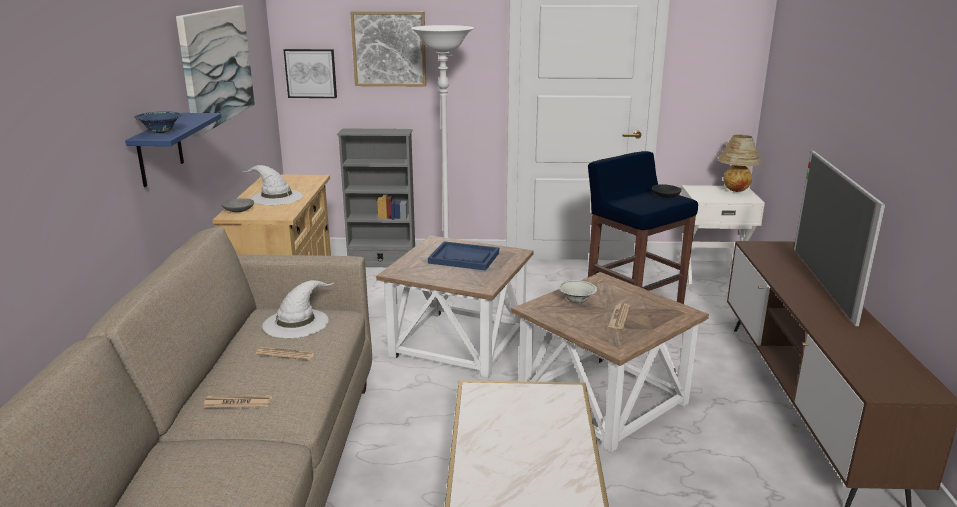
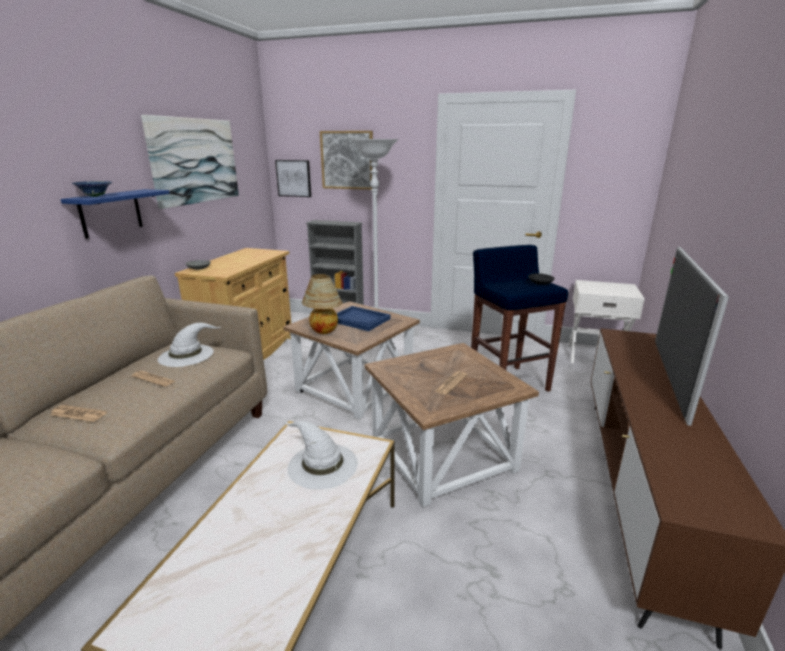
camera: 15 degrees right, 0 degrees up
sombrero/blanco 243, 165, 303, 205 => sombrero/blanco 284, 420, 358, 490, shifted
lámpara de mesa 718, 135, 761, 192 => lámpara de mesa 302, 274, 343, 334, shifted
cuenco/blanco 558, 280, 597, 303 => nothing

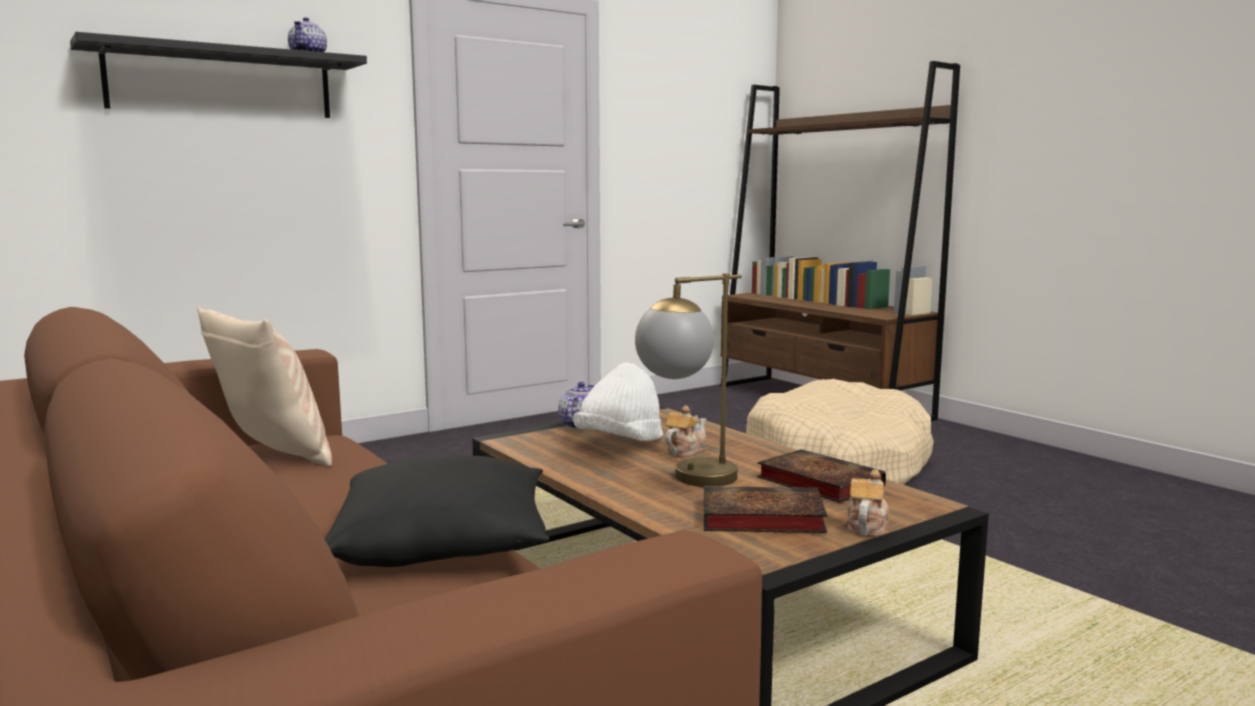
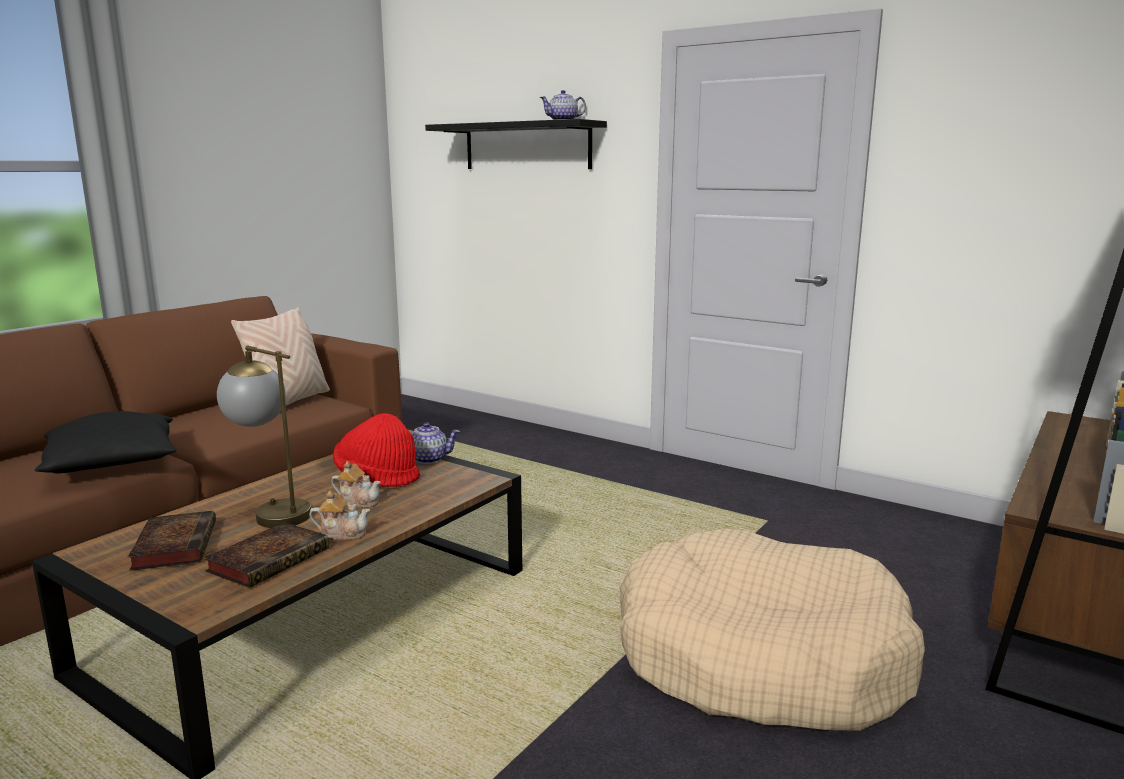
camera: 70 degrees right, 5 degrees up
tetera 844, 469, 889, 537 => tetera 310, 490, 370, 540, shifted
sombrero/blanco 572, 363, 663, 441 => sombrero/rojo 333, 413, 420, 487

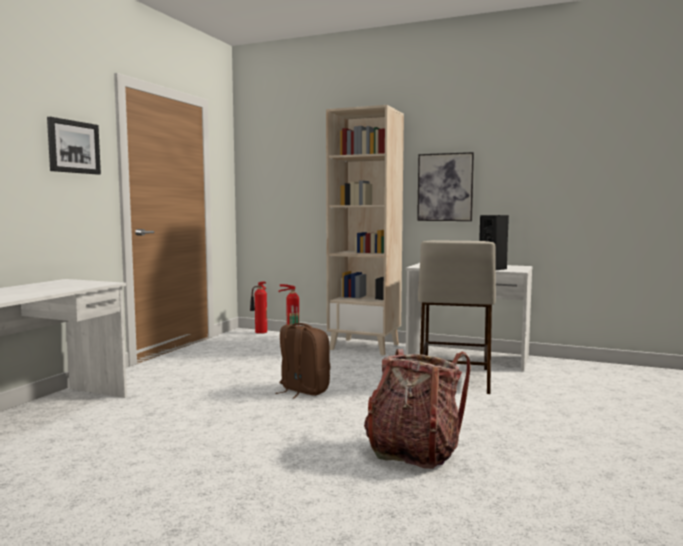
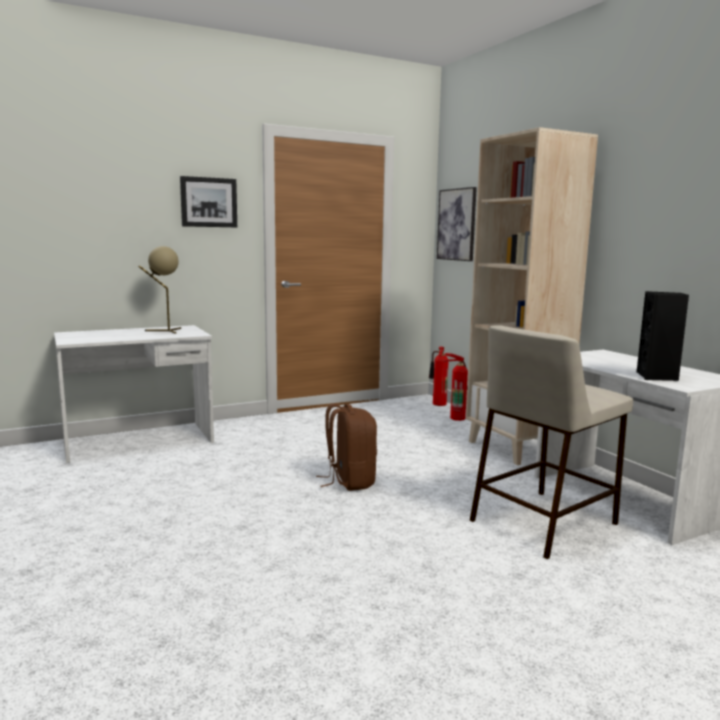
camera: 40 degrees right, 5 degrees up
nothing => lámpara de mesa/beis 139, 246, 181, 334
cuadro 417, 152, 474, 221 => cuadro 437, 187, 477, 261, shifted
mochila 364, 349, 471, 469 => nothing

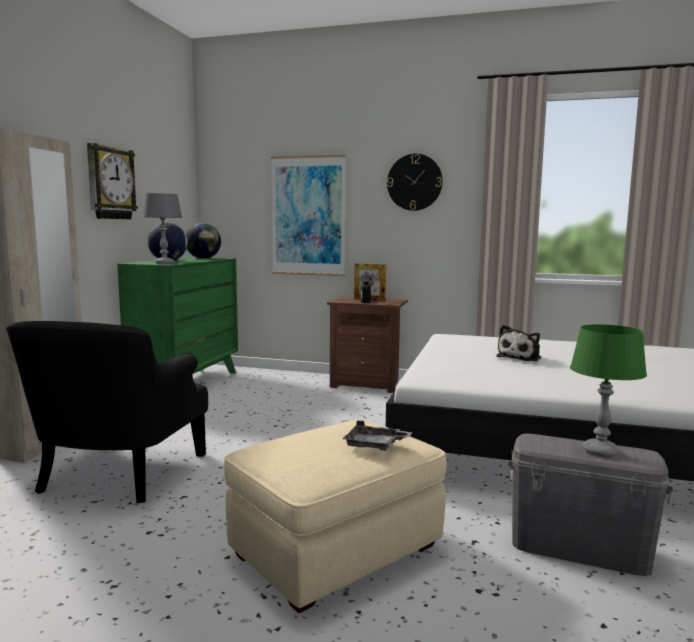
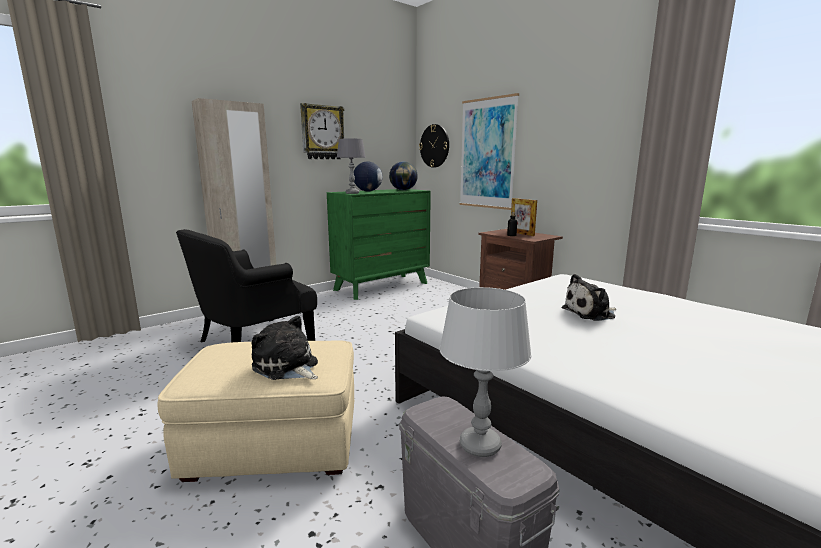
camera: 35 degrees right, 5 degrees up
bandeja/gris 343, 421, 412, 451 => peluche 252, 316, 318, 380
reloj de pared 387, 154, 443, 211 => reloj de pared 419, 124, 449, 168, shifted
lámpara de mesa/verde 570, 324, 647, 457 => lámpara de mesa/gris 439, 287, 532, 457

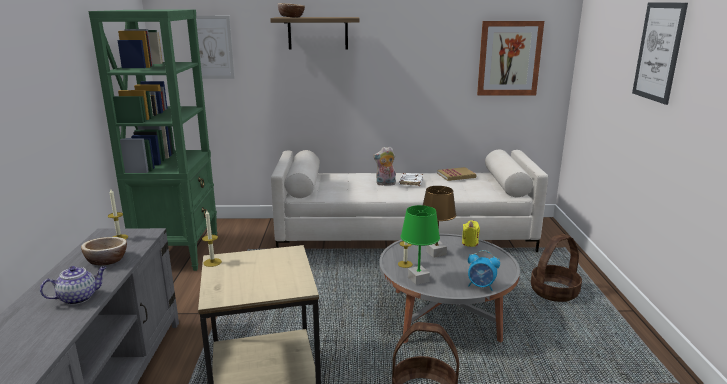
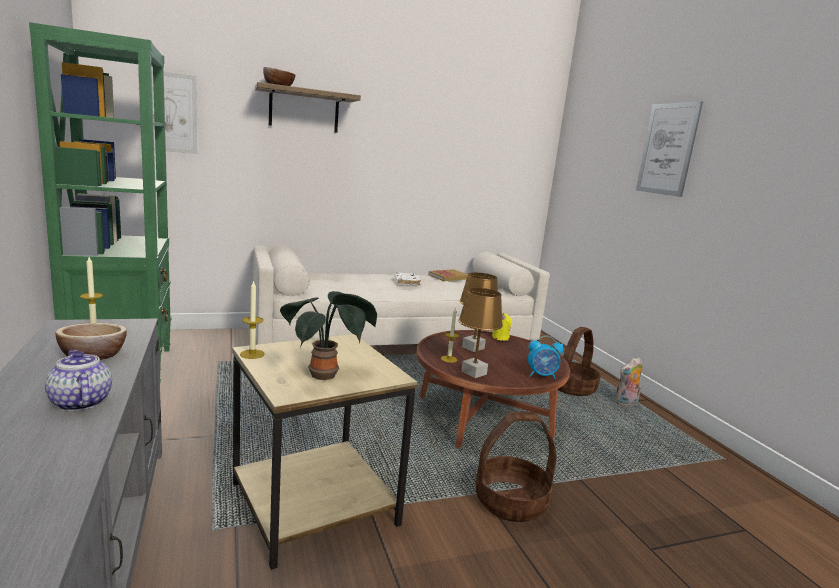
camera: 20 degrees left, 5 degrees down
tetera 40, 266, 107, 305 => tetera 45, 349, 112, 411, 75 degrees counterclockwise
nothing => planta en maceta 280, 291, 377, 380
mesa de centro/gris 379, 234, 520, 343 => mesa de centro/marrón 416, 330, 570, 448
lámpara de mesa/verde 401, 205, 440, 285 => lámpara de mesa/marrón 459, 288, 503, 378
peluche 373, 147, 396, 186 => peluche 615, 357, 642, 406, shifted
cuadro 477, 21, 544, 95 => nothing

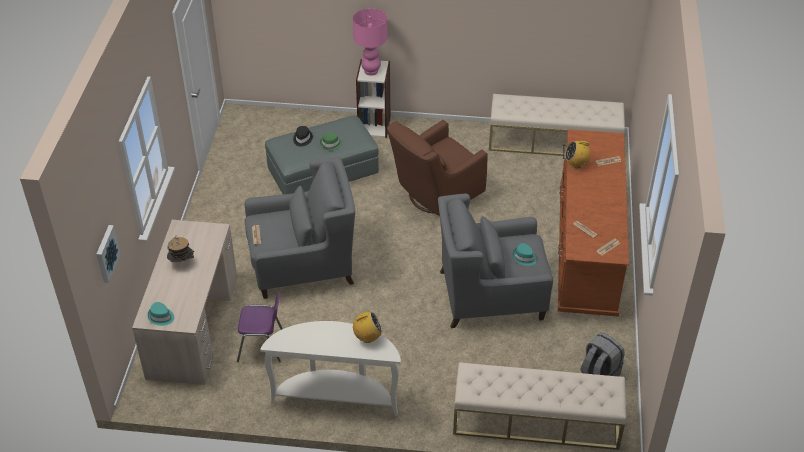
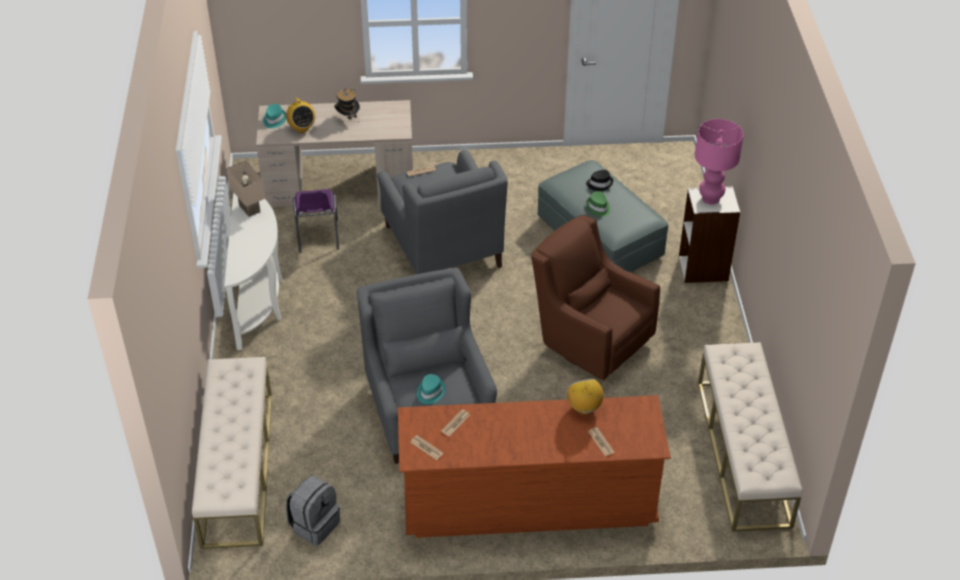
camera: 80 degrees right, 0 degrees up
nothing => lámpara de mesa/beis 226, 161, 265, 217
radio 353, 312, 383, 343 => radio 286, 97, 315, 133, shifted
cuadro 96, 225, 121, 283 => nothing

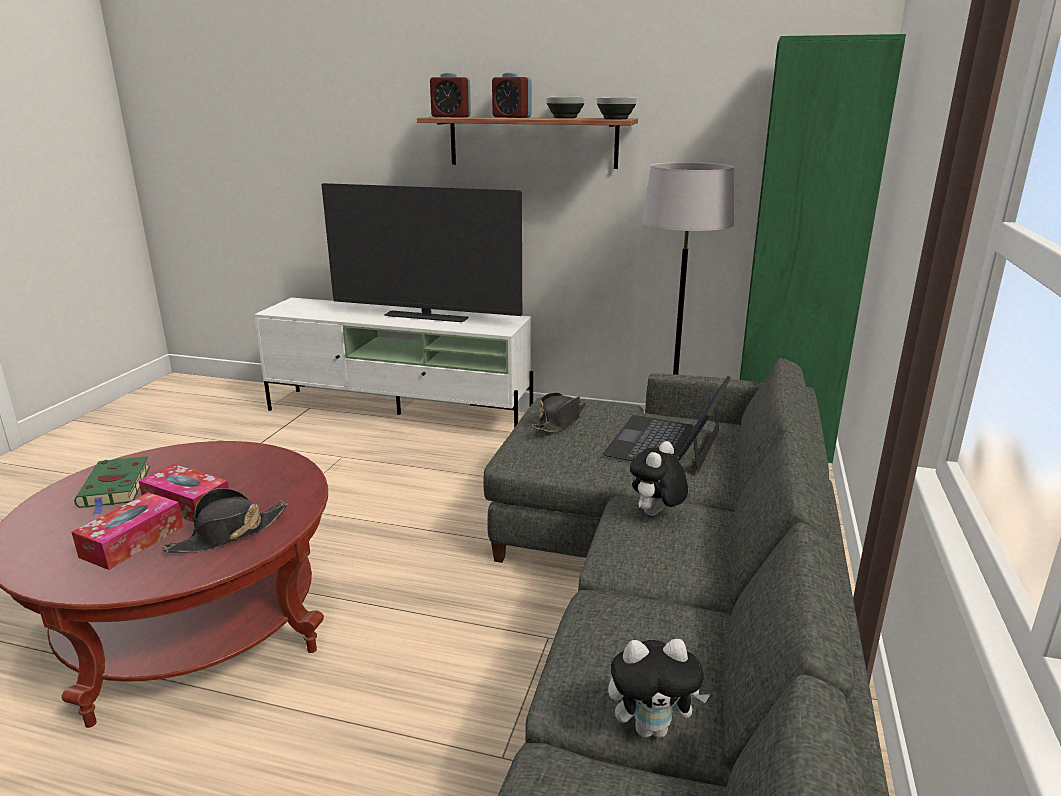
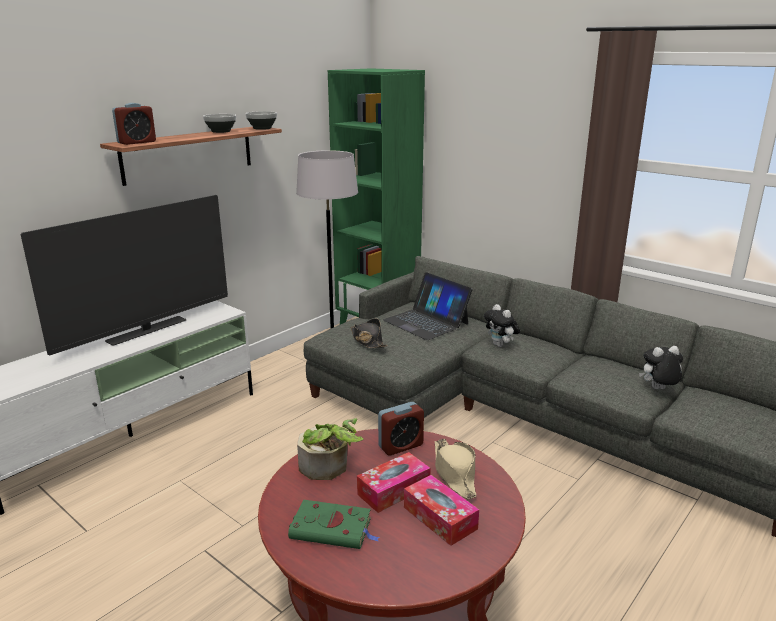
camera: 65 degrees left, 0 degrees up
nothing => planta en maceta 297, 418, 364, 480
despertador 492, 73, 531, 118 => despertador 378, 402, 424, 456, shifted
sombrero/negro 162, 488, 288, 553 => sombrero/beis 435, 439, 477, 499
peluche 608, 639, 710, 738 => peluche 639, 346, 683, 389, 120 degrees counterclockwise

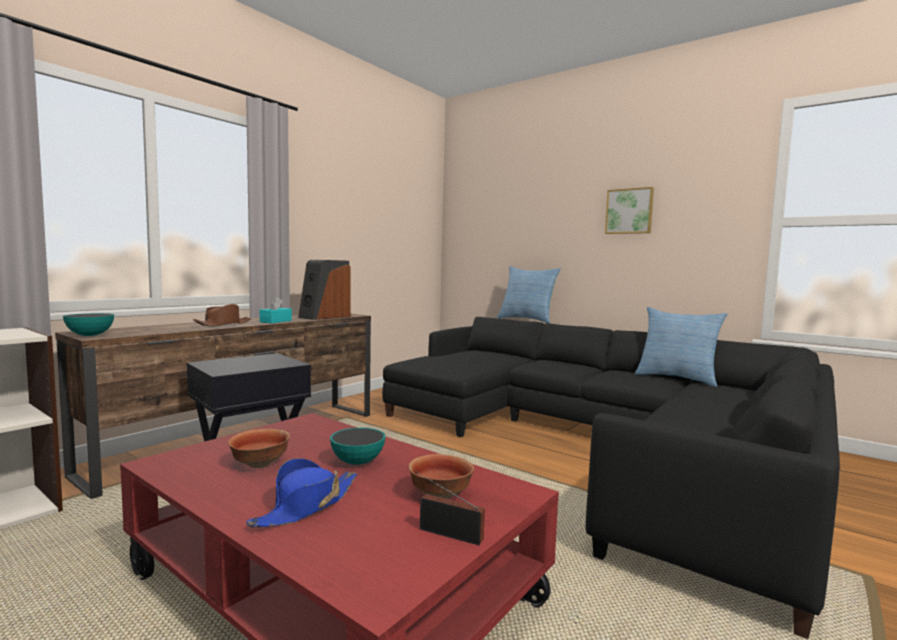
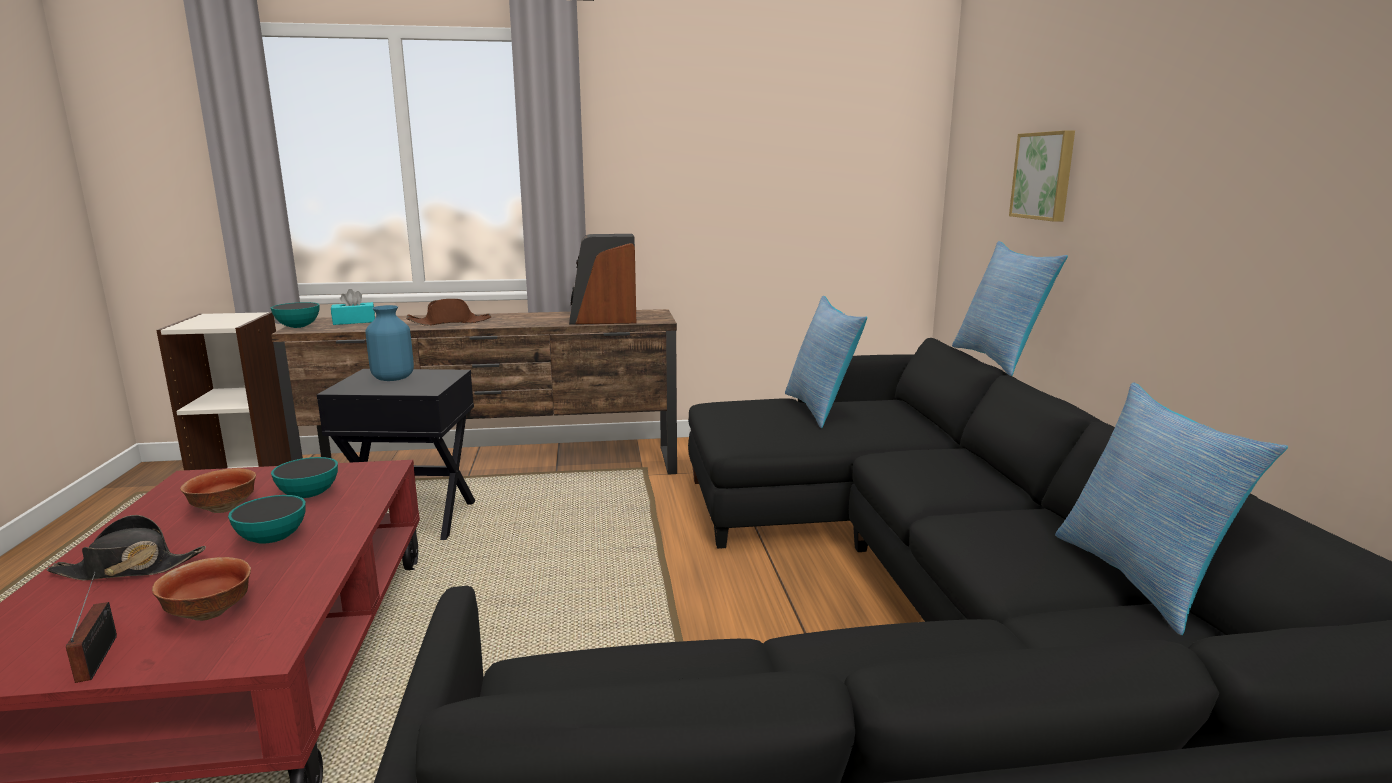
camera: 45 degrees right, 10 degrees up
sombrero/azul 246, 458, 357, 527 => sombrero/negro 46, 515, 206, 580
nothing => cuenco 271, 457, 338, 498
caja de pañuelos/turquesa 260, 297, 292, 323 => caja de pañuelos/turquesa 331, 289, 375, 325, shifted
nothing => florero/azul 366, 305, 414, 381
nothing => cojín 785, 296, 867, 428
cuadro 605, 187, 654, 234 => cuadro 1009, 130, 1075, 222, shifted

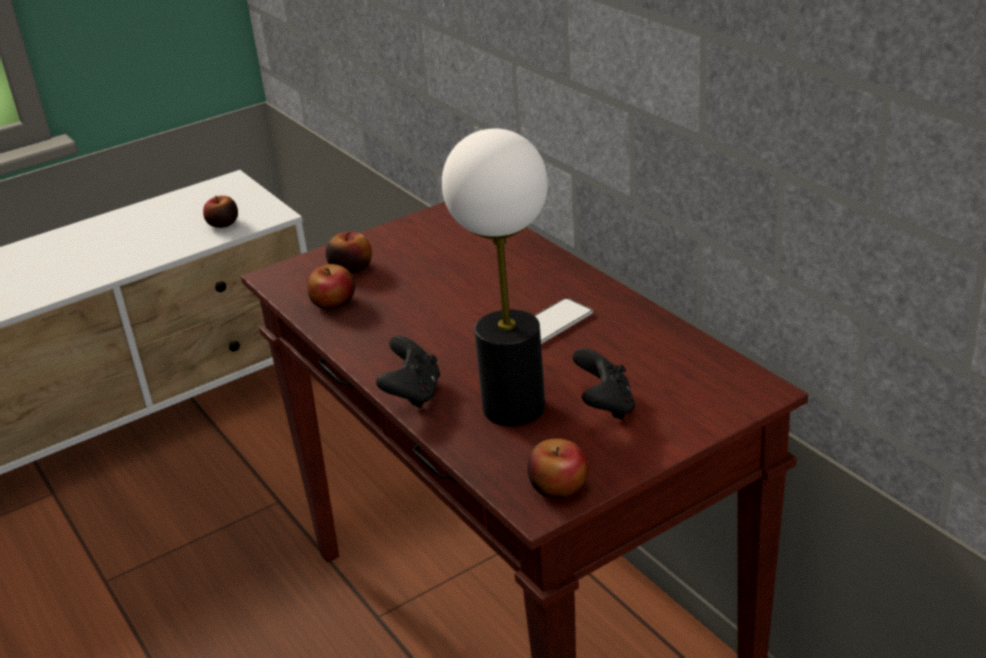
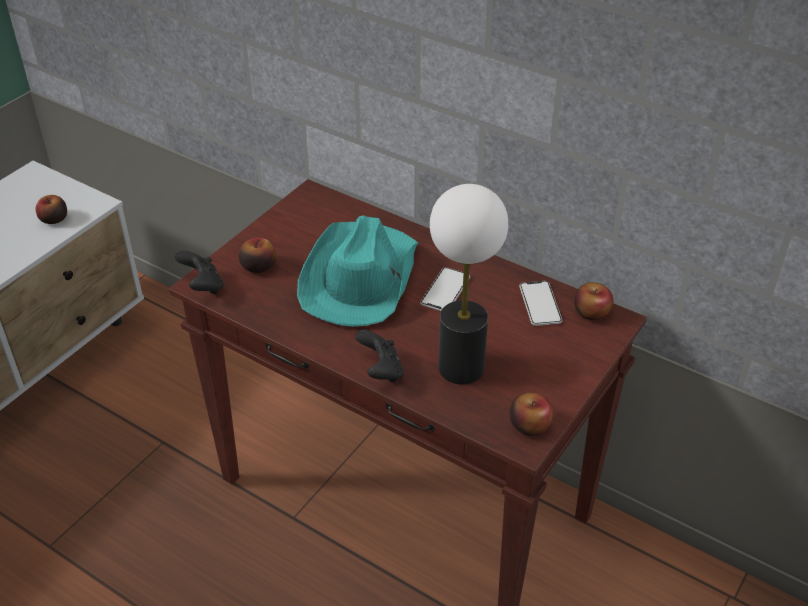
camera: 25 degrees left, 10 degrees up
mando de consola/negro 573, 348, 635, 420 => mando de consola/negro 175, 250, 223, 294, shifted
nothing => sombrero/turquesa 297, 215, 419, 327
nothing => móvil 519, 281, 562, 326
manzana 307, 264, 355, 310 => manzana 574, 282, 613, 320, shifted

